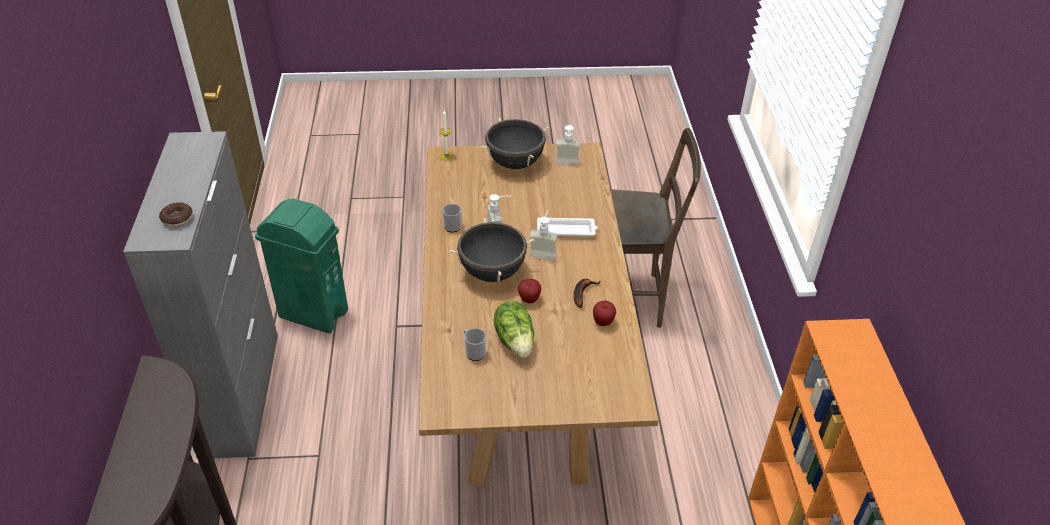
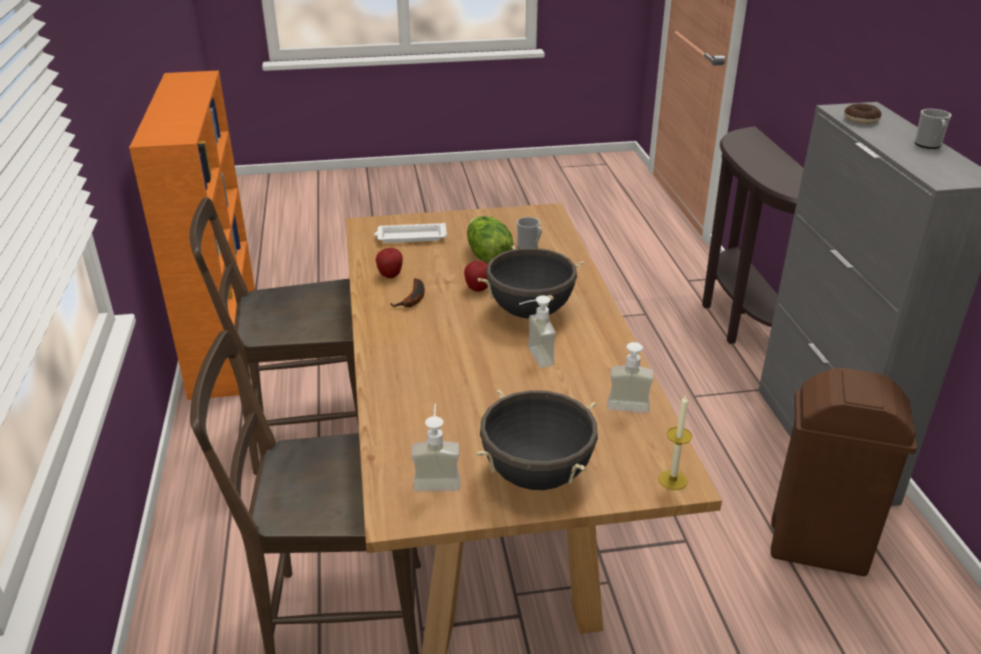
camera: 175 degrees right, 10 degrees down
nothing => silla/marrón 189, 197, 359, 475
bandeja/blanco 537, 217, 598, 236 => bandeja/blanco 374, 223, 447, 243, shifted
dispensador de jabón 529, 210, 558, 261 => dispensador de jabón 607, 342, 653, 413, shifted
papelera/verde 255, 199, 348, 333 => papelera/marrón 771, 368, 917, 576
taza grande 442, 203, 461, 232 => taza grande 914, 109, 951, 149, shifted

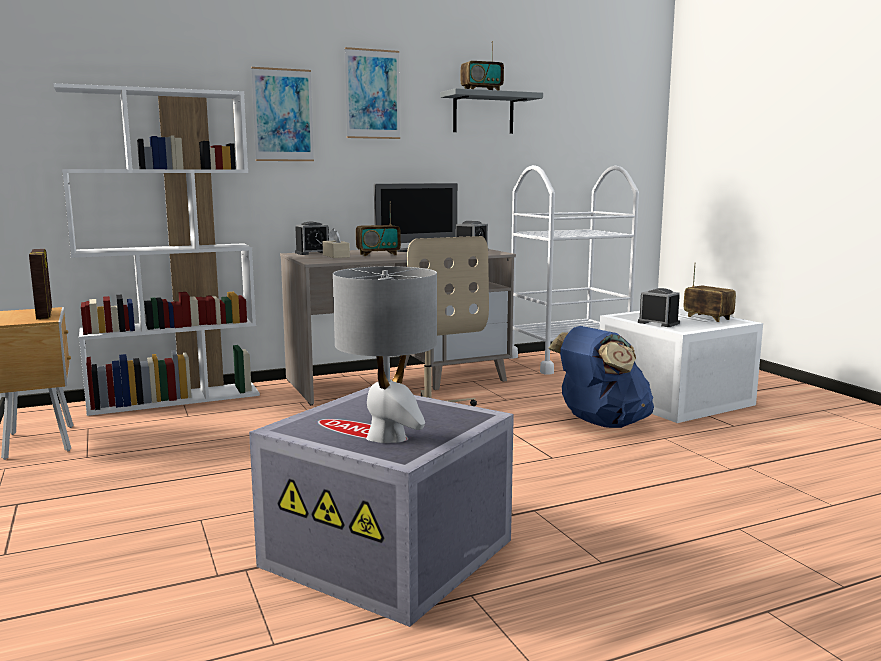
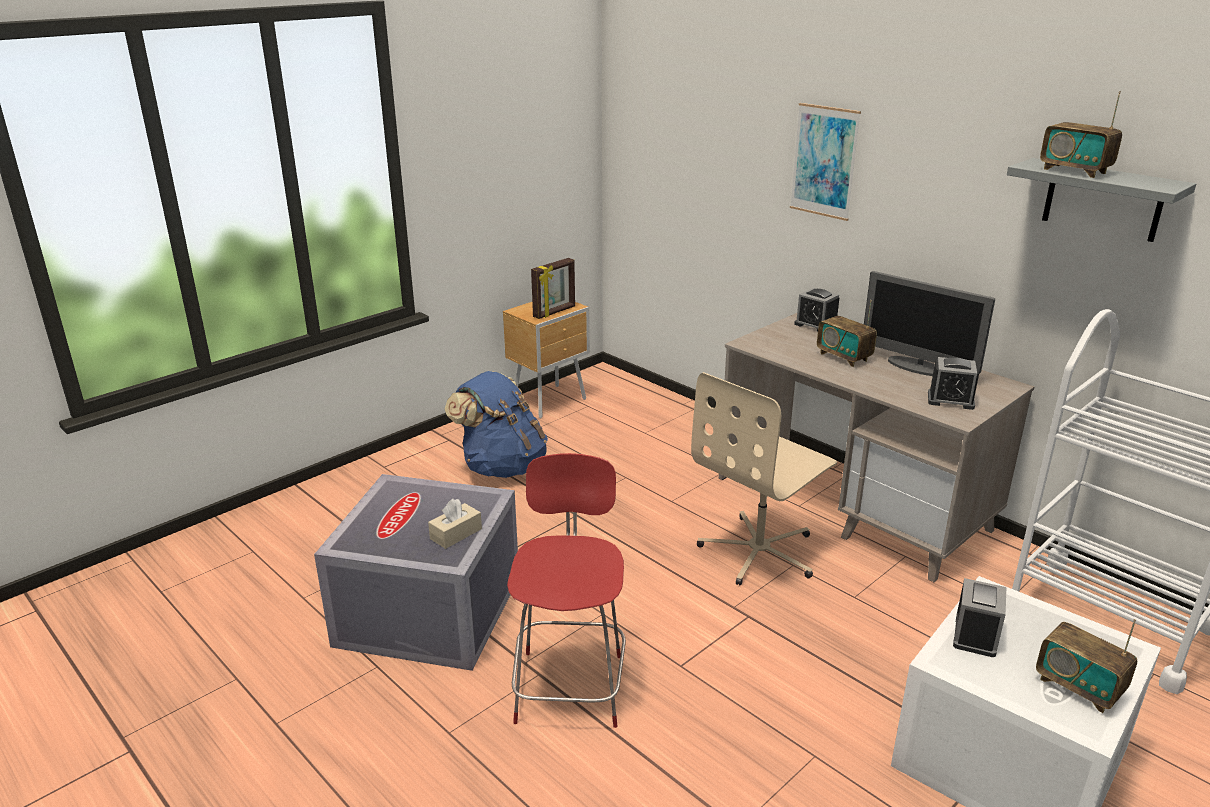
camera: 70 degrees right, 15 degrees up
caja de pañuelos/beis 322, 228, 350, 258 => caja de pañuelos/beis 428, 499, 482, 549, shifted
mochila/azul 549, 326, 654, 428 => mochila/azul 445, 371, 548, 478, shifted
nothing => silla/rojo 507, 453, 626, 728
radio 684, 263, 736, 322 => radio 1036, 619, 1137, 713, 105 degrees clockwise
estantería/blanco 53, 83, 260, 416 => nothing
lámpara de mesa/gris 333, 266, 437, 443 => nothing
cuadro 345, 47, 400, 139 => nothing

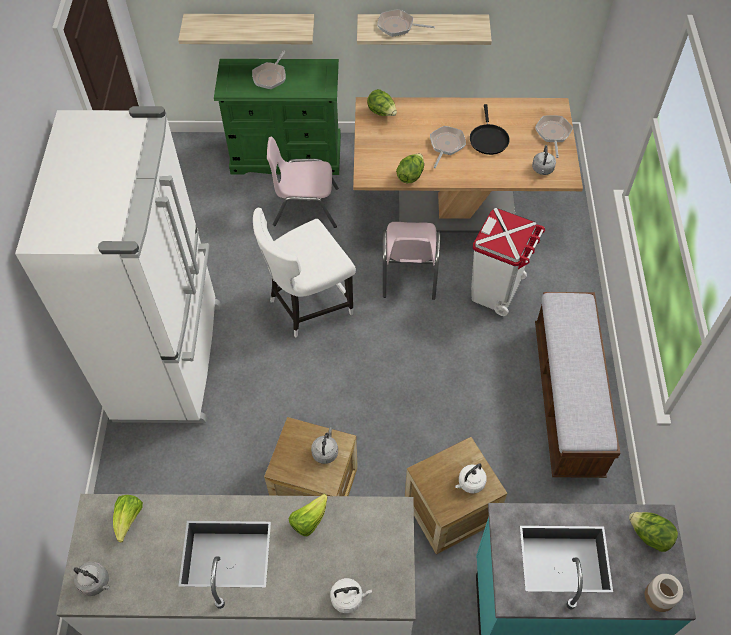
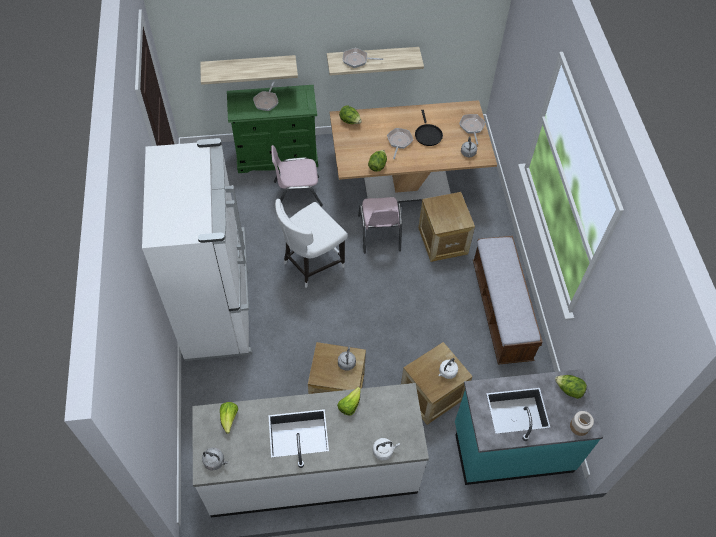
camera: 10 degrees left, 0 degrees up
papelera/blanco 471, 208, 545, 316 => caja de embalaje 418, 192, 475, 262

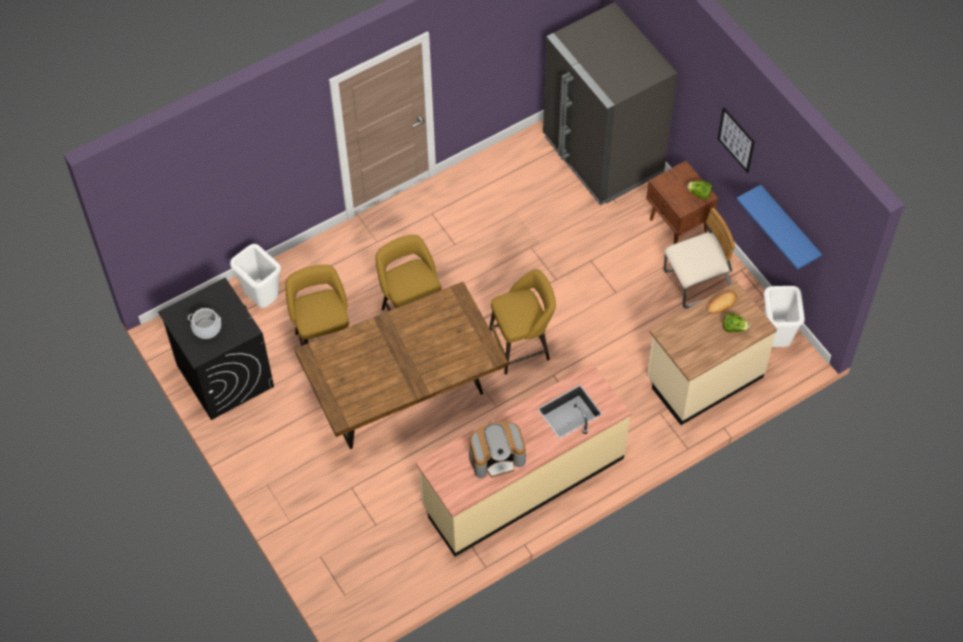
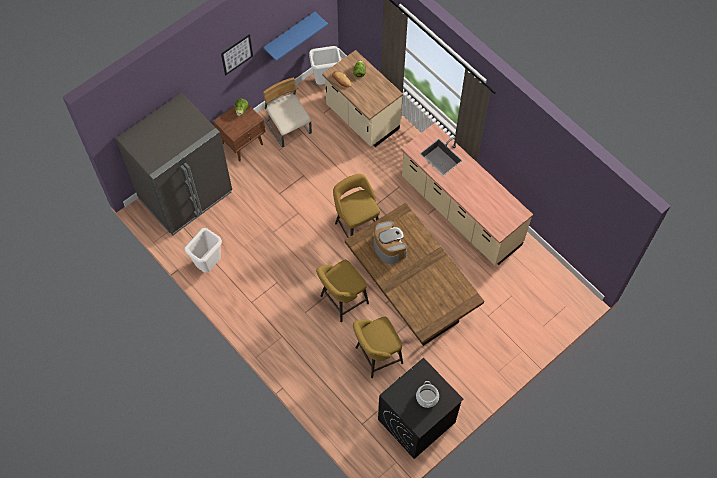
camera: 100 degrees left, 5 degrees up
papelera/blanco 230, 244, 281, 308 => papelera/blanco 185, 228, 222, 273, shifted
cafetera 469, 421, 526, 478 => cafetera 373, 221, 407, 264, shifted

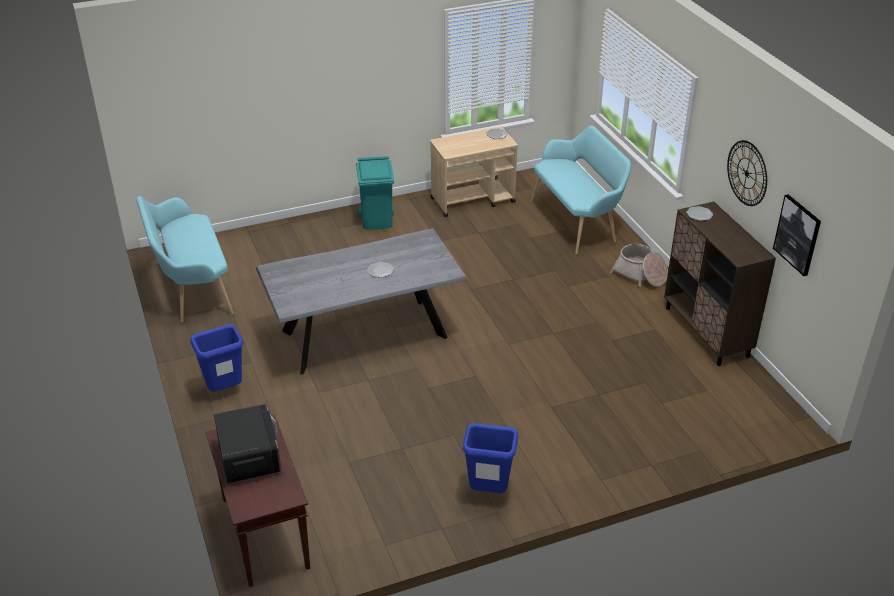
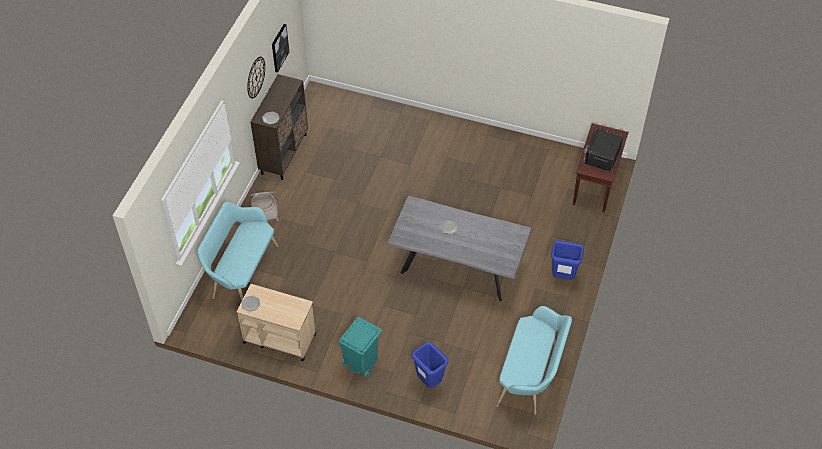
camera: 140 degrees left, 15 degrees up
papelera/azul 463, 423, 518, 493 => papelera/azul 412, 342, 448, 388, shifted

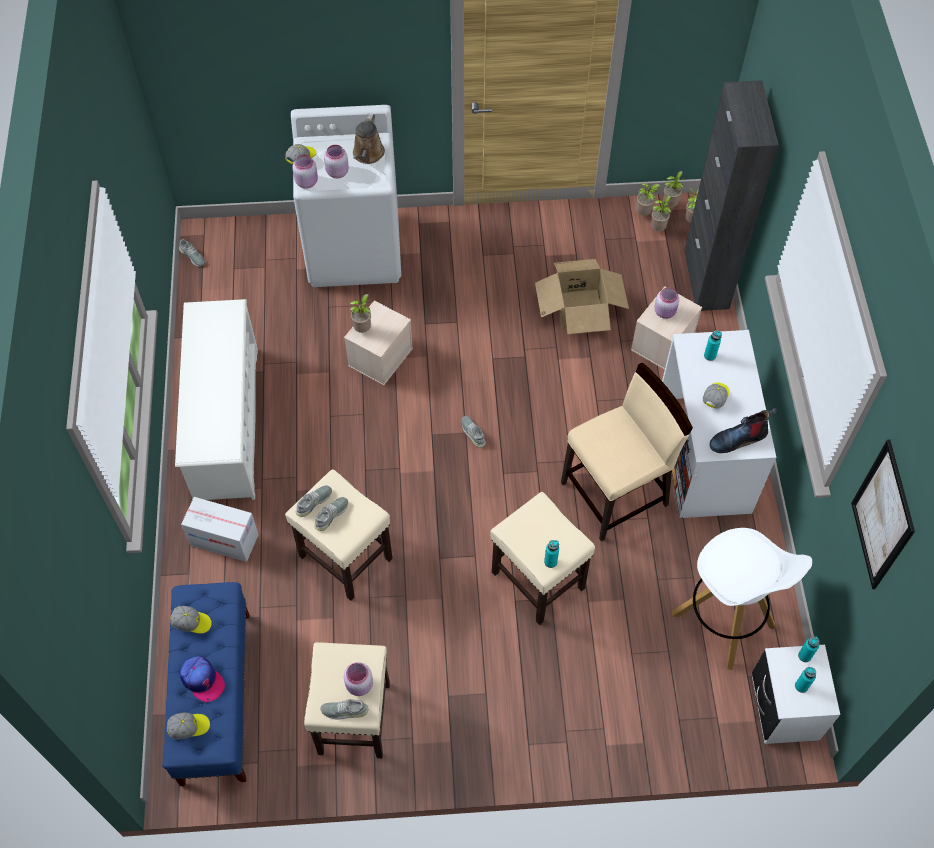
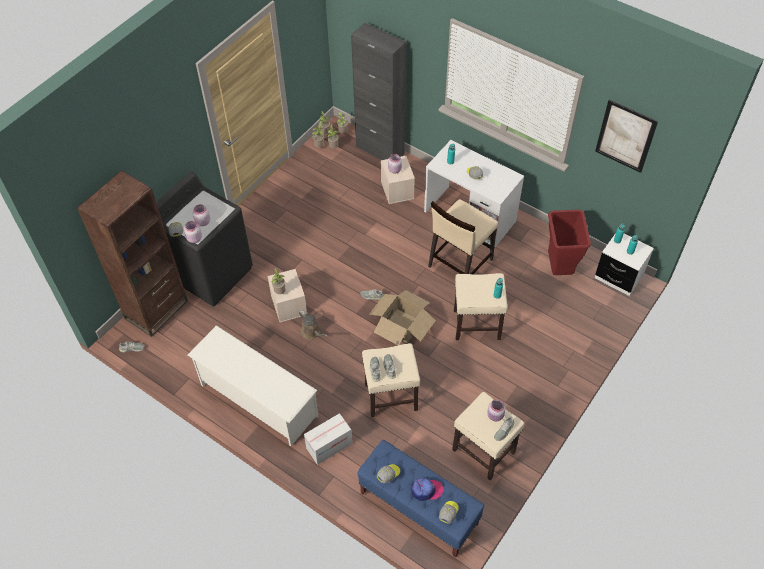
camera: 50 degrees left, 5 degrees down
nothing => estantería/marrón 77, 170, 188, 337
lavadora/blanco 291, 105, 401, 287 => lavadora/negro 156, 172, 253, 306
regadera/marrón 353, 114, 385, 164 => regadera/marrón 299, 310, 327, 340, shifted
caja de cartón 535, 259, 629, 335 => caja de cartón 369, 290, 436, 345, shifted
silla/beis 561, 363, 693, 541 => silla/beis 428, 199, 498, 274, 150 degrees counterclockwise
taburete/blanco 672, 528, 812, 670 => papelera/rojo 548, 210, 591, 275
bota 710, 408, 777, 453 => nothing

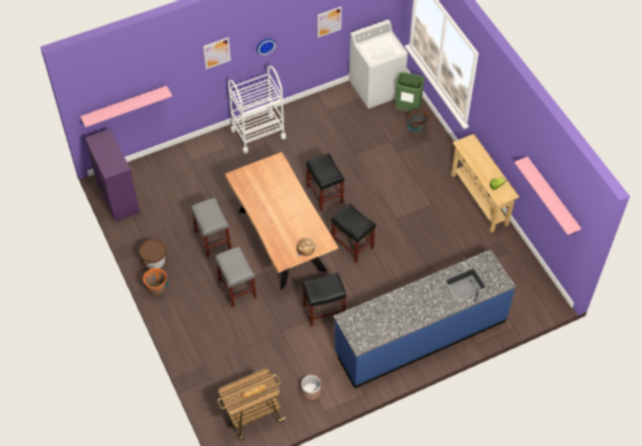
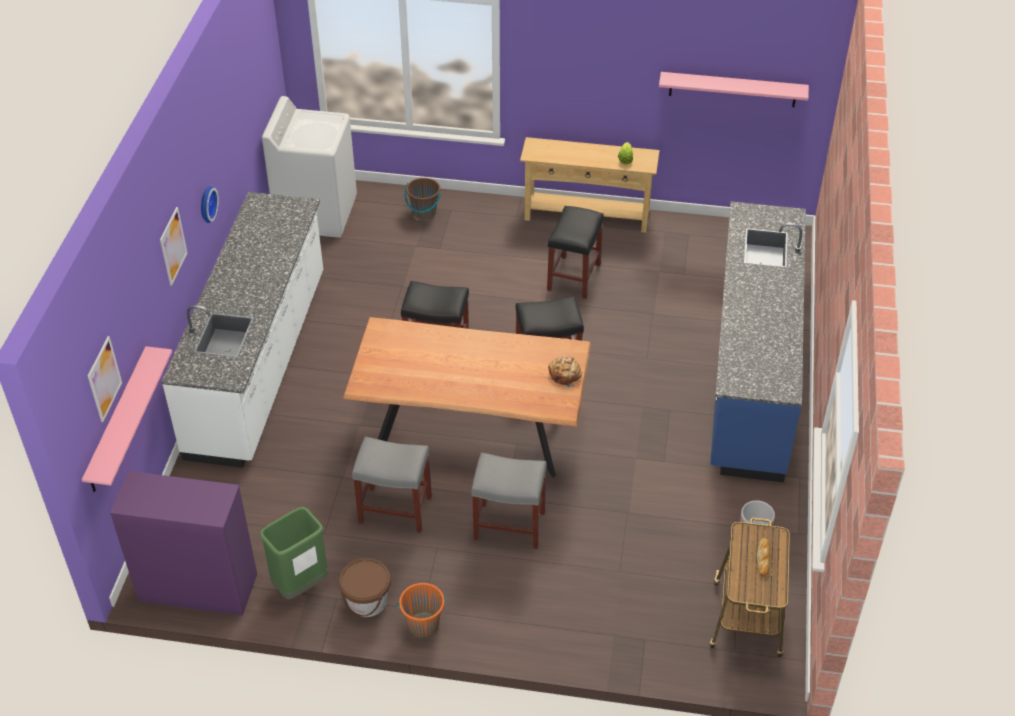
camera: 55 degrees left, 10 degrees down
cuadro 318, 7, 342, 37 => cuadro 88, 336, 122, 422, shifted
carrito/blanco 228, 66, 286, 154 => mueble bajo de cocina/blanco 161, 192, 323, 468
papelera/verde 395, 72, 425, 113 => papelera/verde 260, 507, 328, 599, shifted
taburete/negro 302, 272, 346, 326 => taburete/negro 547, 206, 604, 299, shifted

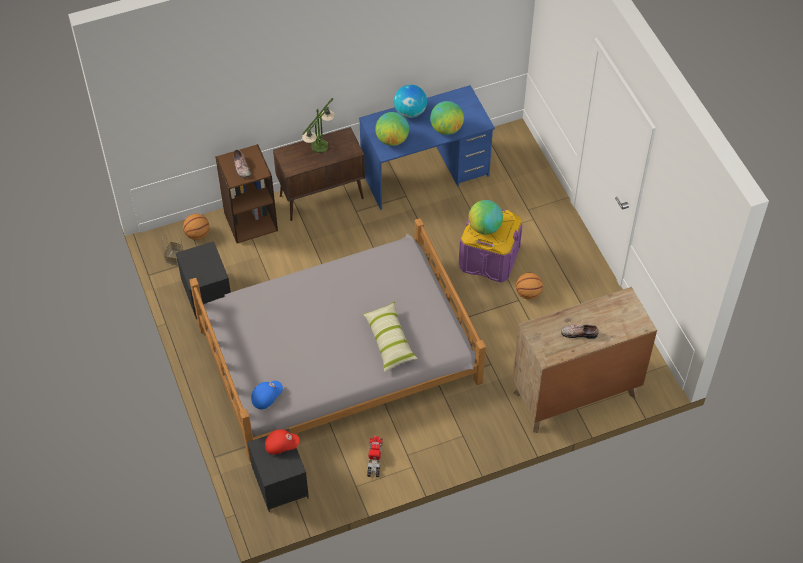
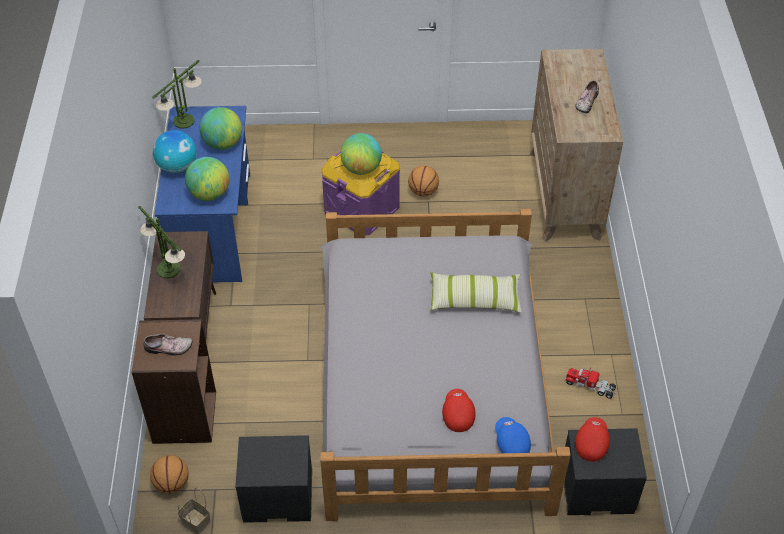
camera: 70 degrees left, 5 degrees down
nothing => lámpara de mesa 152, 60, 202, 129
nothing => gorra/rojo 442, 389, 475, 432

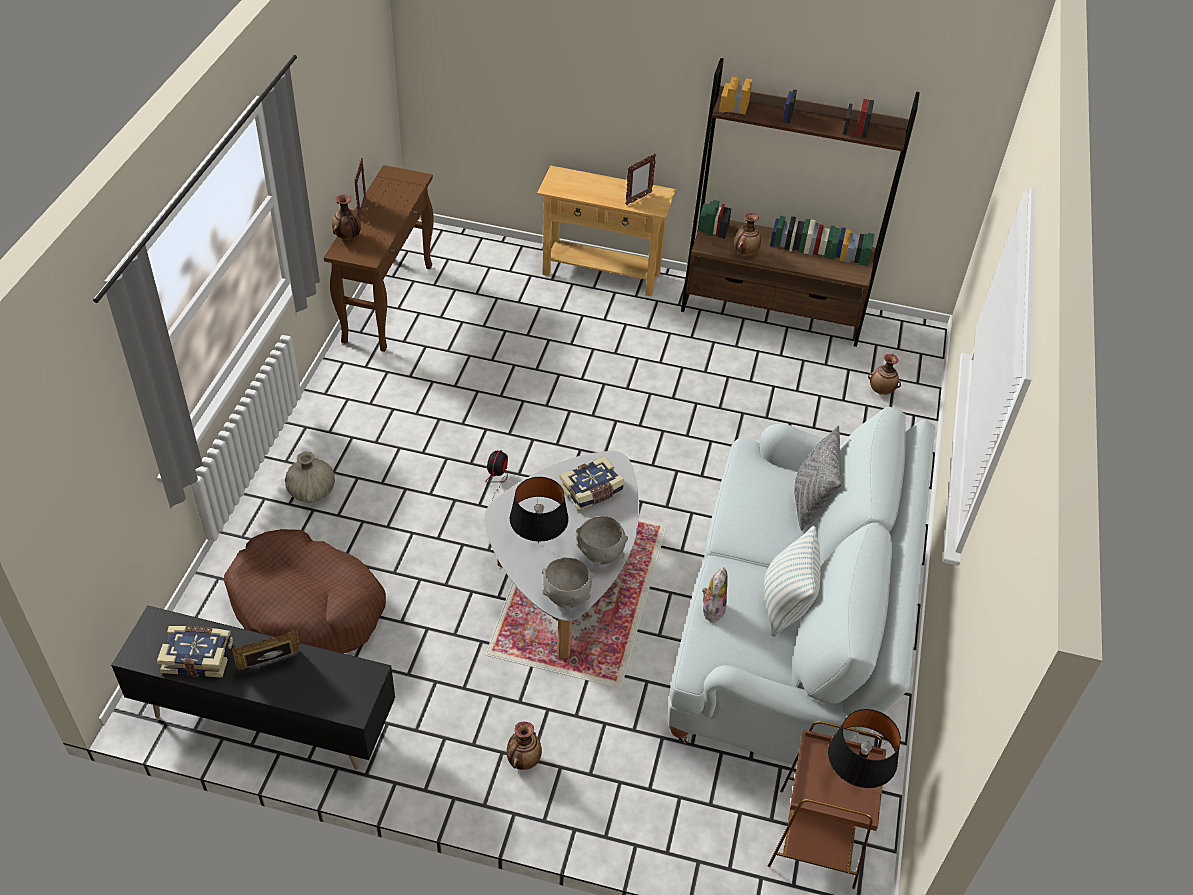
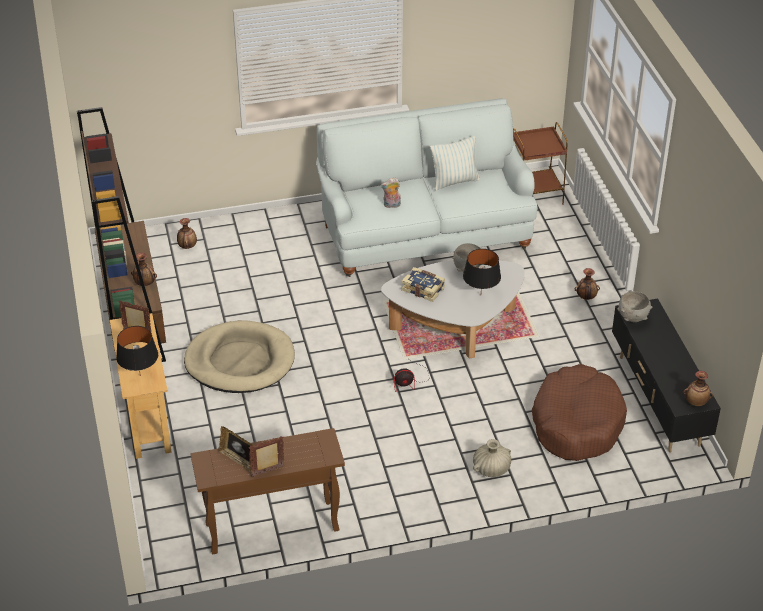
camera: 115 degrees left, 5 degrees down
lámpara de mesa/negro 828, 709, 901, 788 => lámpara de mesa/negro 116, 326, 158, 376, shifted
nothing => cama para perro/beis 184, 320, 295, 393
portarretratos 232, 630, 300, 669 => portarretratos 219, 426, 254, 472, shifted
peluche 702, 567, 728, 622 => peluche 381, 177, 401, 208, shifted
cuenco/gris 542, 557, 595, 611 => cuenco/gris 618, 291, 652, 322, shifted
florero 332, 194, 361, 239 => florero 683, 371, 713, 406, shifted
libro 157, 626, 233, 678 => nothing
cojín/gris 794, 426, 842, 531 => nothing

